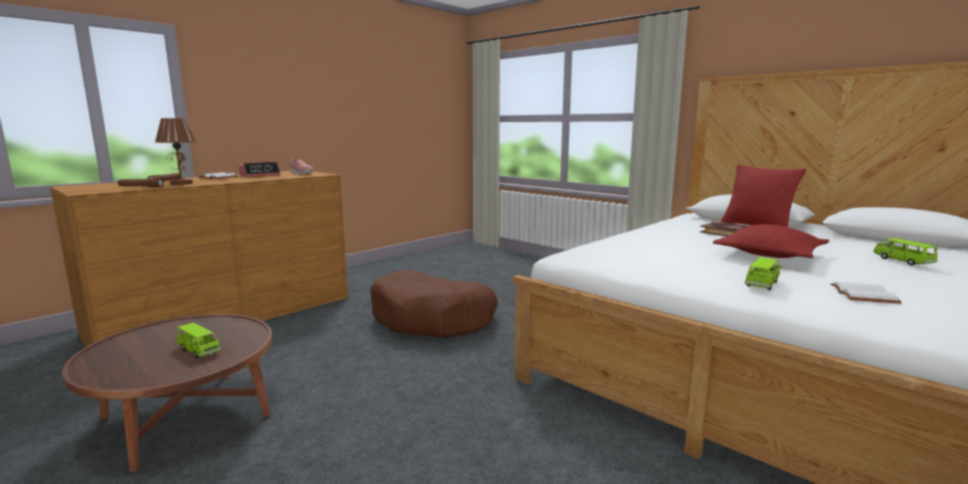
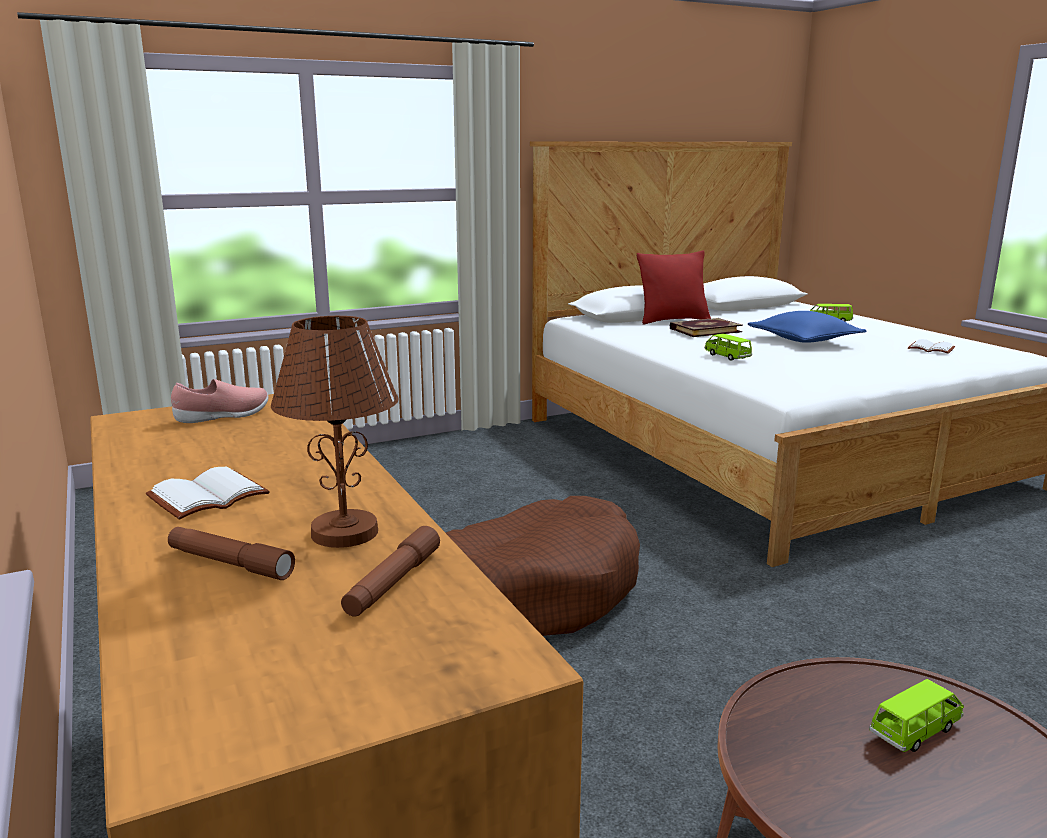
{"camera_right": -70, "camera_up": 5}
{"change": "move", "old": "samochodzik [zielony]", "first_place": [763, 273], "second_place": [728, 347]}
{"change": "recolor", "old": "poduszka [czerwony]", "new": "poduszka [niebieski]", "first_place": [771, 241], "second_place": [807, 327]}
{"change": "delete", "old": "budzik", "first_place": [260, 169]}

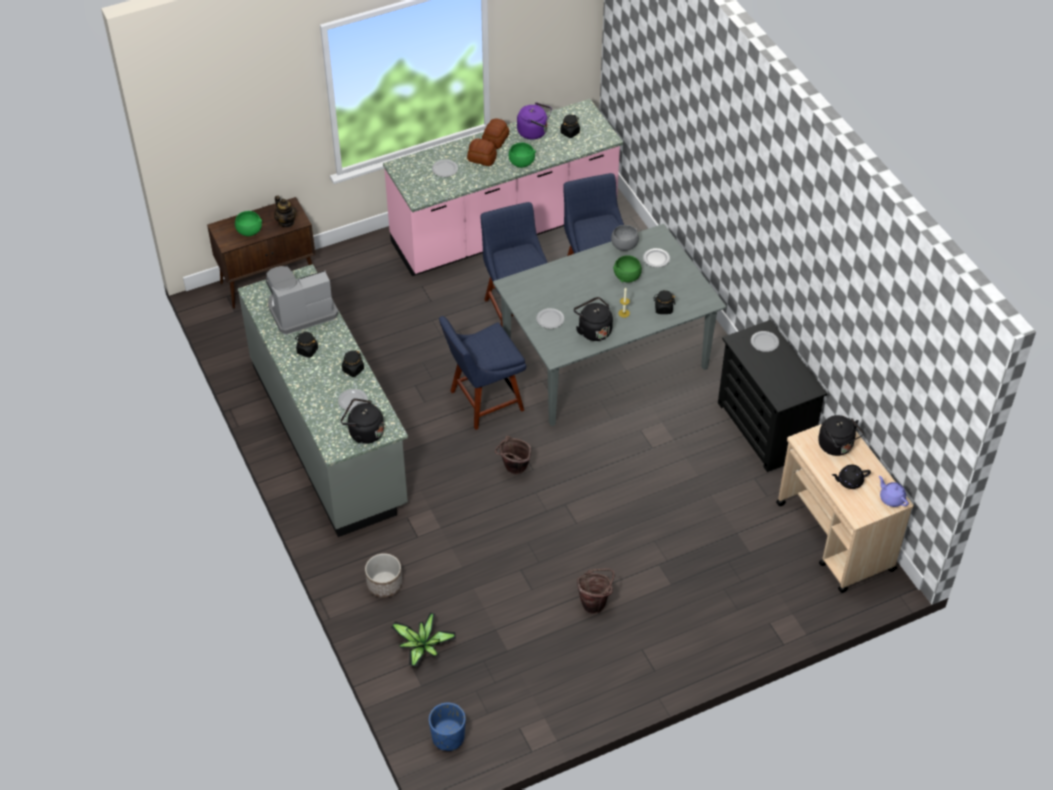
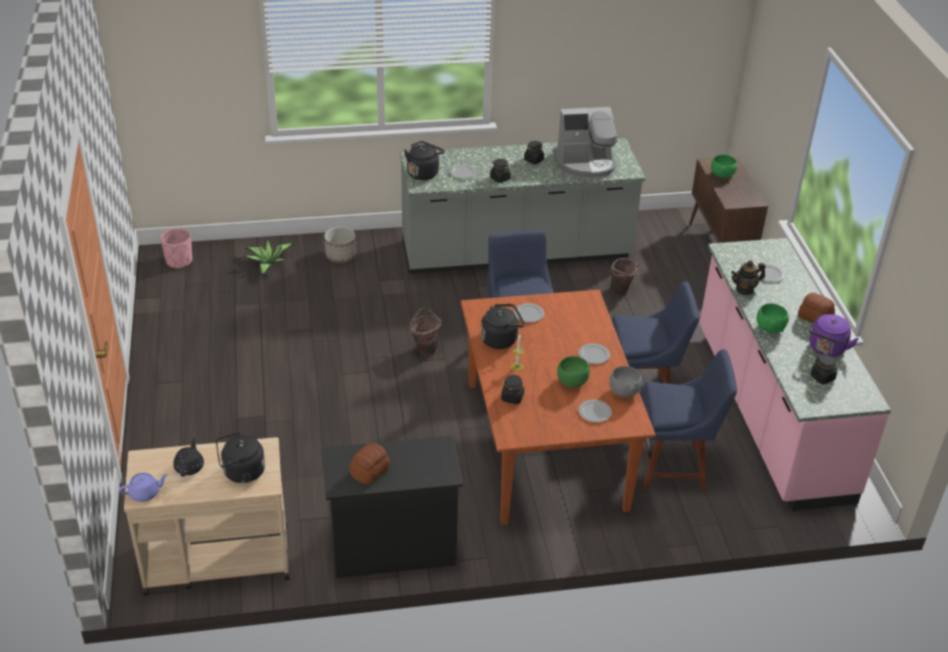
{"camera_right": 105, "camera_up": -10}
{"change": "recolor", "old": "donica [niebieski]", "new": "donica [różowy]", "first_place": [447, 727], "second_place": [176, 248]}
{"change": "move", "old": "chleb", "first_place": [482, 152], "second_place": [369, 464]}
{"change": "recolor", "old": "stół jadalny [szary]", "new": "stół jadalny [brązowy]", "first_place": [609, 325], "second_place": [558, 407]}
{"change": "rotate", "old": "ekspres do kawy", "first_place": [302, 300], "second_place": [585, 143], "degrees": 90}
{"change": "move", "old": "talerz", "first_place": [765, 341], "second_place": [594, 353]}
{"change": "move", "old": "wiadro [brązowy]", "first_place": [595, 591], "second_place": [624, 277]}
{"change": "move", "old": "imbryk", "first_place": [285, 211], "second_place": [748, 277]}

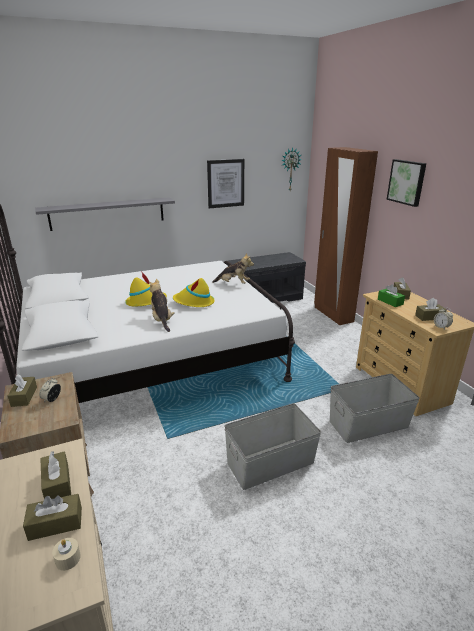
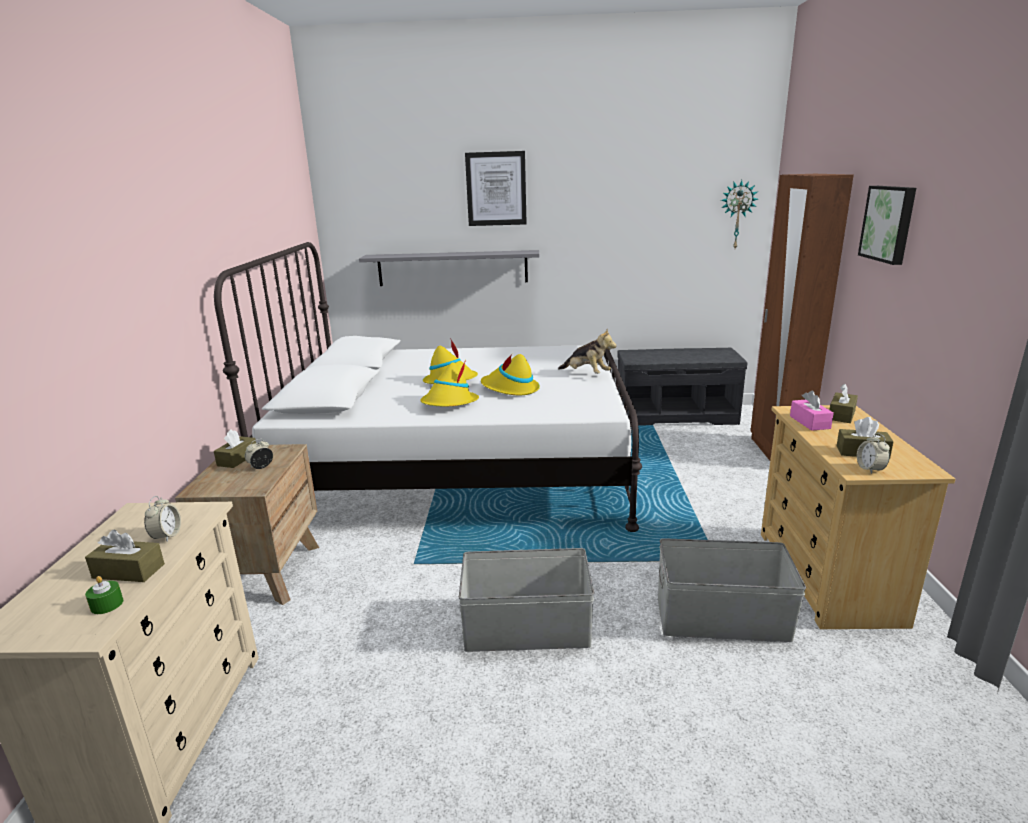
{"camera_right": 25, "camera_up": -5}
{"change": "recolor", "old": "świeca [beżowy]", "new": "świeca [zielony]", "first_place": [66, 554], "second_place": [104, 595]}
{"change": "replace", "old": "pudełko chusteczek [brązowy]", "new": "budzik", "first_place": [55, 475], "second_place": [162, 519]}
{"change": "replace", "old": "pluszak", "new": "kapelusz [żółty]", "first_place": [162, 305], "second_place": [449, 383]}
{"change": "move", "old": "obraz", "first_place": [225, 183], "second_place": [496, 188]}
{"change": "recolor", "old": "pudełko chusteczek [zielony]", "new": "pudełko chusteczek [różowy]", "first_place": [391, 295], "second_place": [812, 411]}

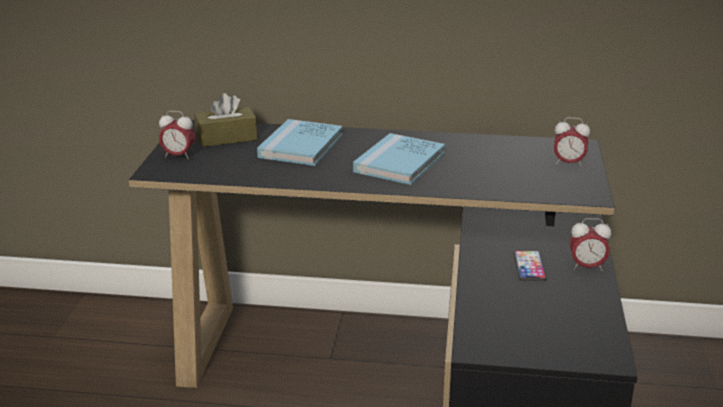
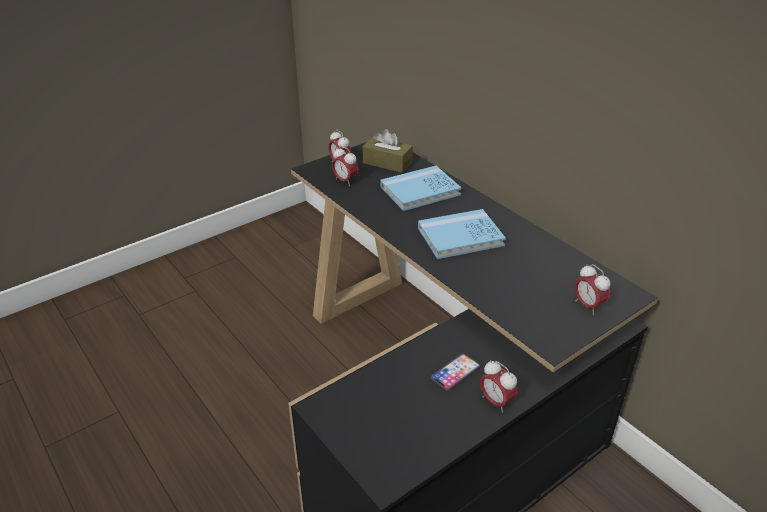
{"camera_right": 45, "camera_up": 10}
{"change": "insert", "new": "budzik", "second_place": [345, 166]}

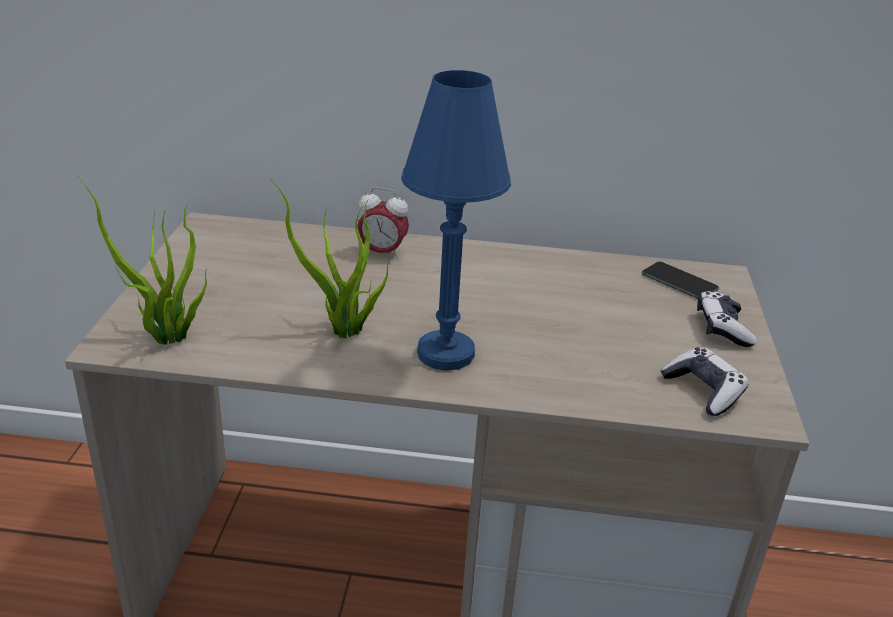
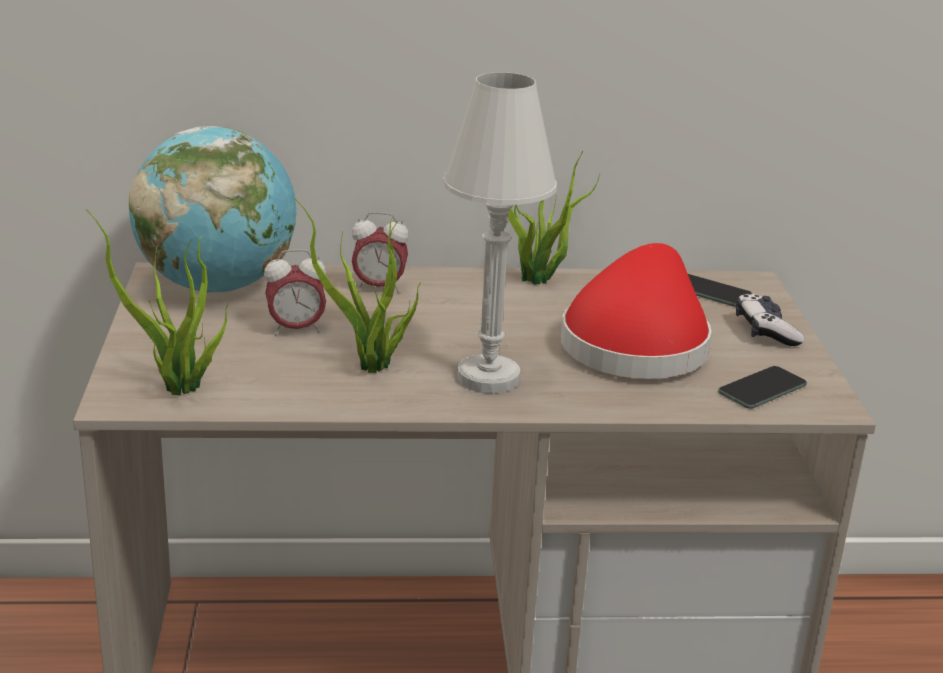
{"camera_right": -10, "camera_up": -5}
{"change": "insert", "new": "globus", "second_place": [212, 209]}
{"change": "insert", "new": "budzik", "second_place": [295, 292]}
{"change": "recolor", "old": "lampa stołowa [niebieski]", "new": "lampa stołowa [biały]", "first_place": [456, 220], "second_place": [500, 233]}
{"change": "insert", "new": "roślina doniczkowa", "second_place": [553, 212]}
{"change": "insert", "new": "kapelusz [czerwony]", "second_place": [636, 311]}
{"change": "replace", "old": "pad do gier", "new": "telefon", "first_place": [704, 381], "second_place": [762, 387]}

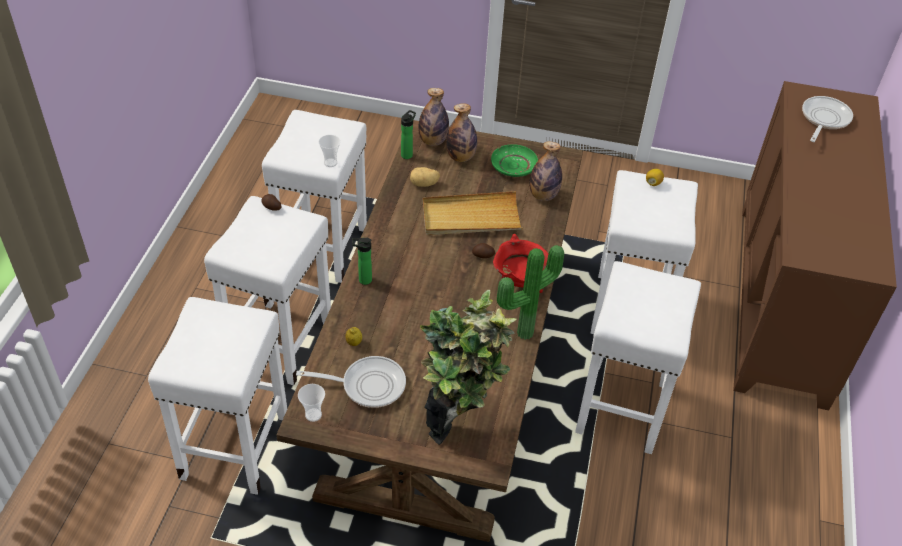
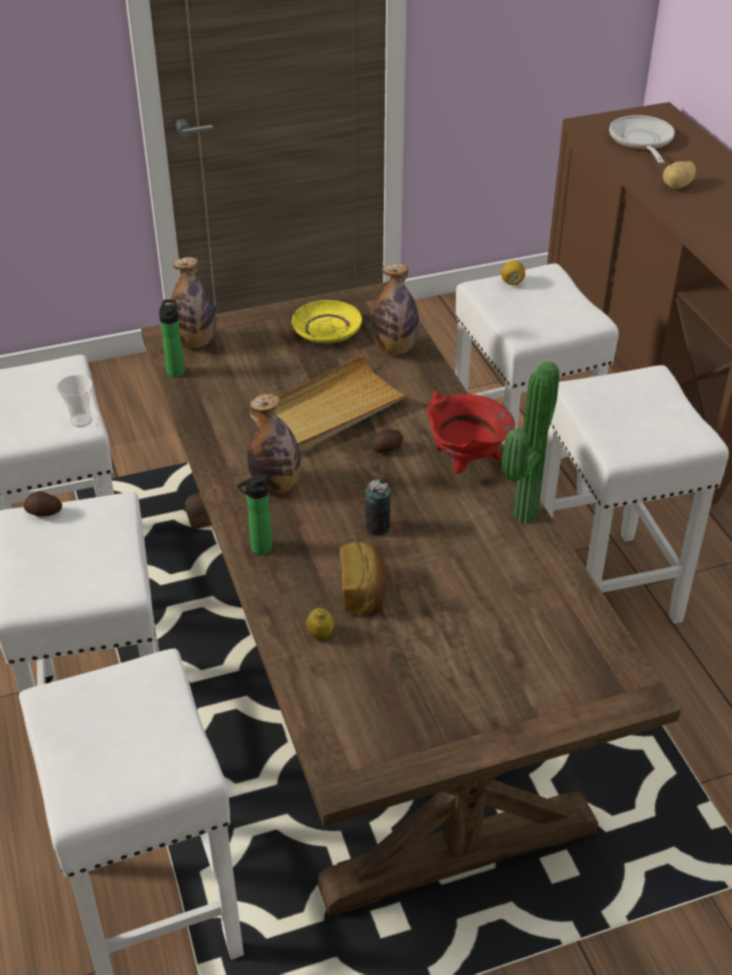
{"camera_right": -30, "camera_up": -5}
{"change": "move", "old": "butelka", "first_place": [461, 132], "second_place": [274, 444]}
{"change": "recolor", "old": "talerz [zielony]", "new": "talerz [żółty]", "first_place": [514, 160], "second_place": [327, 321]}
{"change": "insert", "new": "chleb", "second_place": [363, 578]}
{"change": "insert", "new": "puszka", "second_place": [378, 507]}
{"change": "move", "old": "ziemniak", "first_place": [425, 177], "second_place": [679, 175]}
{"change": "delete", "old": "patelnia", "first_place": [351, 382]}
{"change": "delete", "old": "filiżanka", "first_place": [311, 403]}
{"change": "delete", "old": "roślina doniczkowa", "first_place": [468, 367]}

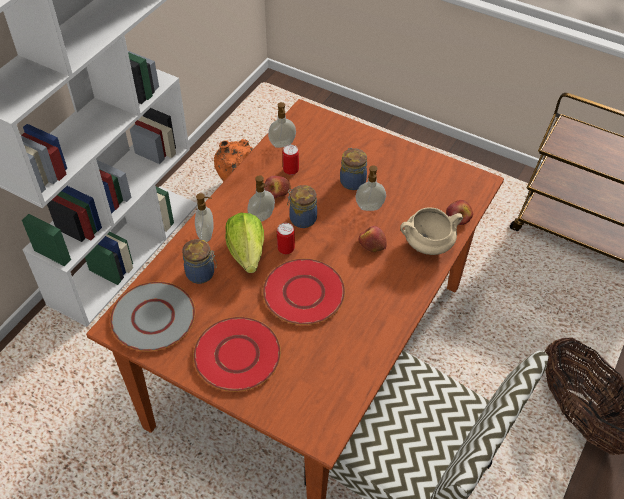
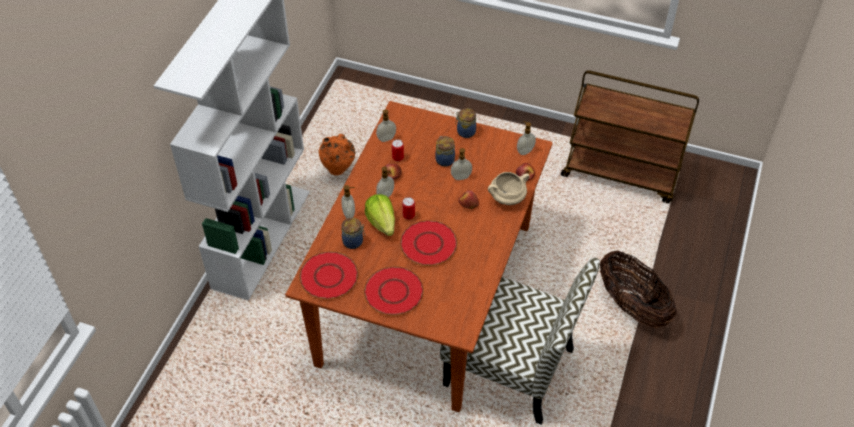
{"camera_right": -10, "camera_up": 0}
{"change": "recolor", "old": "talerz [szary]", "new": "talerz [czerwony]", "first_place": [152, 316], "second_place": [329, 275]}
{"change": "move", "old": "słoik", "first_place": [302, 206], "second_place": [465, 123]}
{"change": "insert", "new": "dozownik mydła", "second_place": [526, 138]}

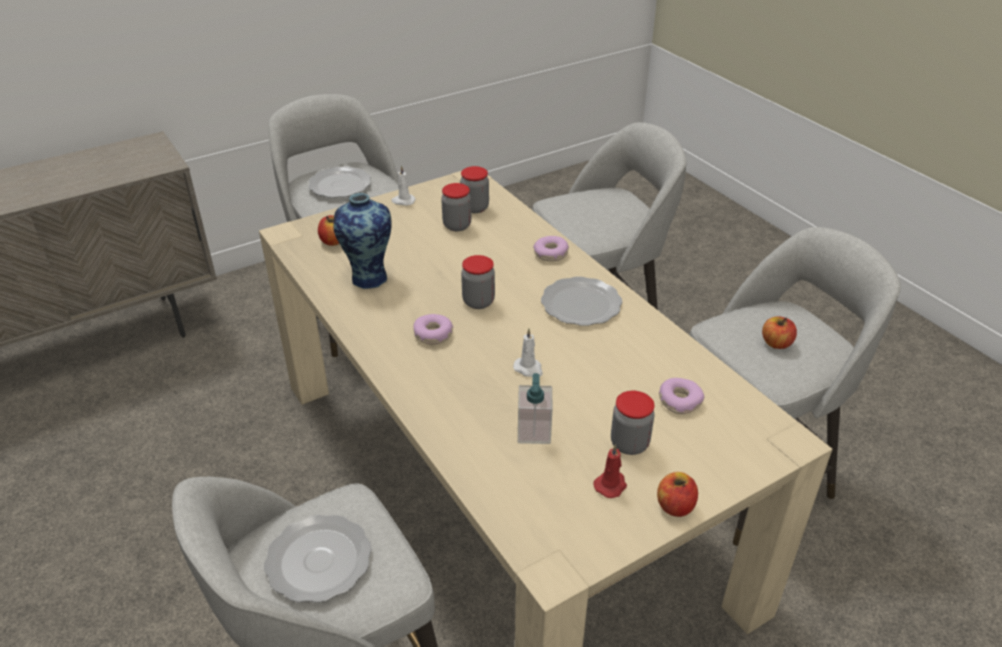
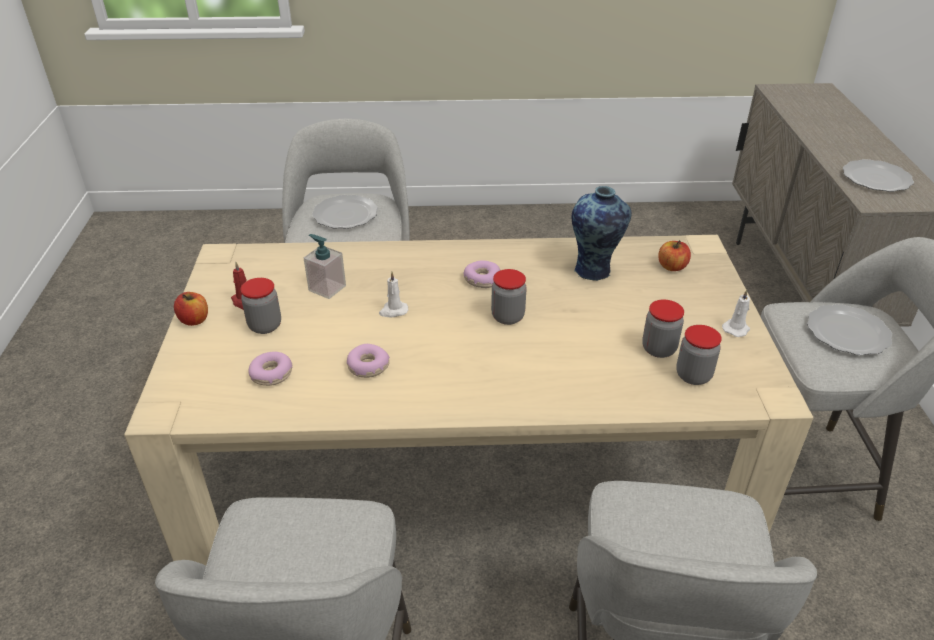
{"camera_right": 120, "camera_up": 0}
{"change": "move", "old": "donut", "first_place": [551, 248], "second_place": [368, 361]}
{"change": "move", "old": "talerz", "first_place": [581, 301], "second_place": [878, 175]}
{"change": "delete", "old": "jabłko", "first_place": [779, 333]}

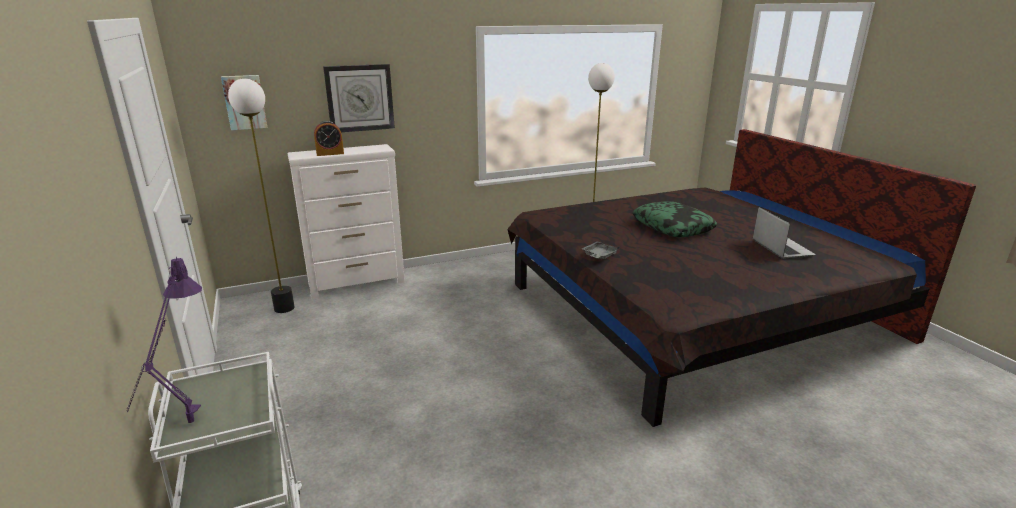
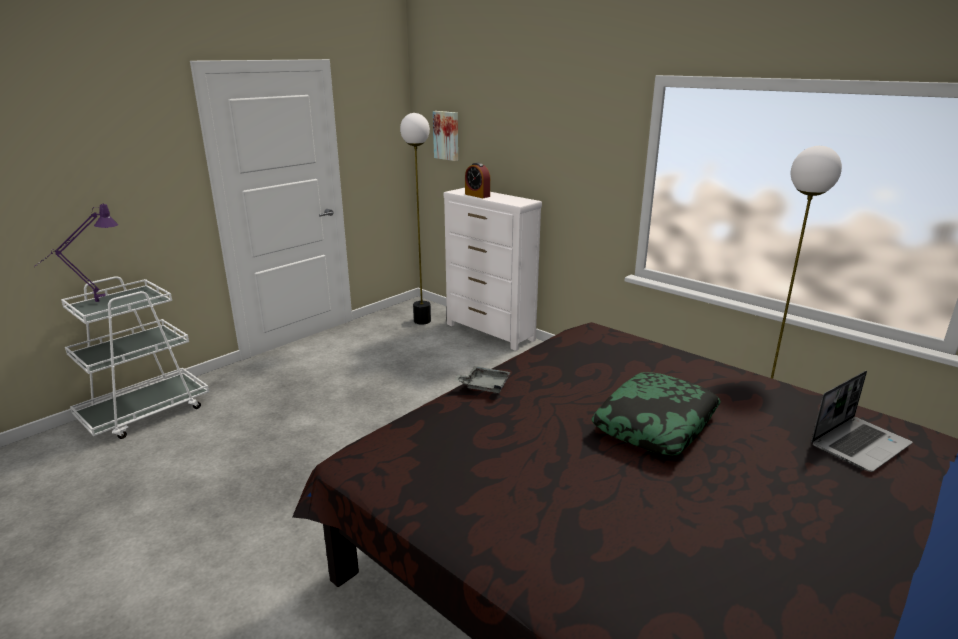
{"camera_right": 65, "camera_up": 0}
{"change": "move", "old": "laptop", "first_place": [784, 233], "second_place": [862, 421]}
{"change": "delete", "old": "zegar ścienny", "first_place": [359, 98]}

